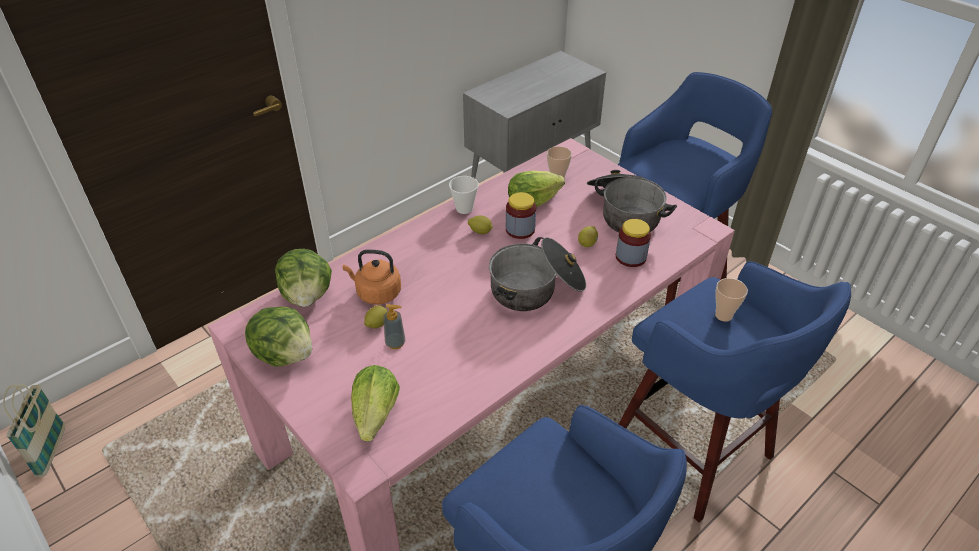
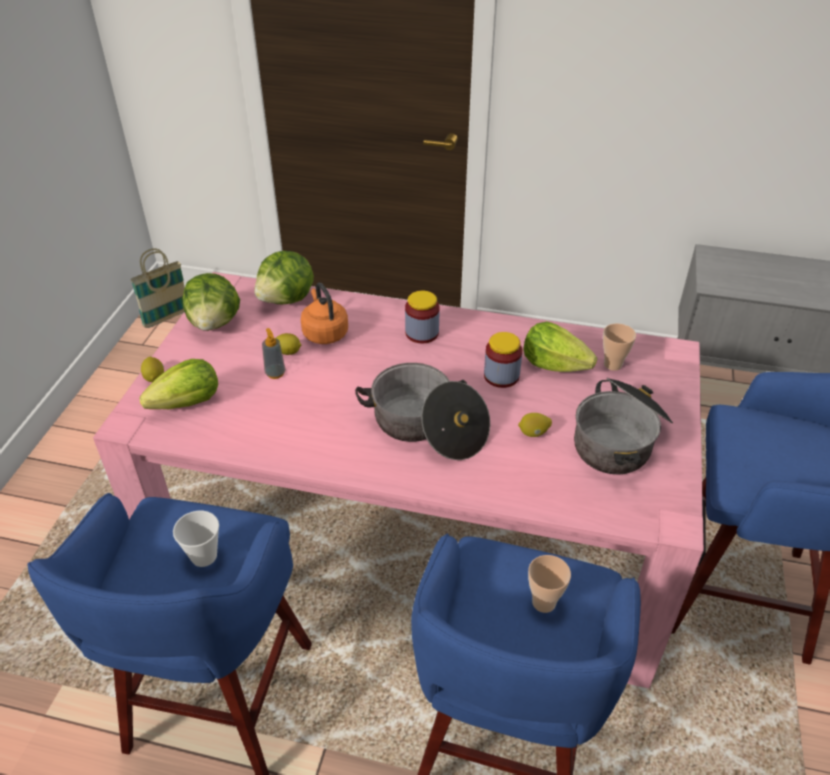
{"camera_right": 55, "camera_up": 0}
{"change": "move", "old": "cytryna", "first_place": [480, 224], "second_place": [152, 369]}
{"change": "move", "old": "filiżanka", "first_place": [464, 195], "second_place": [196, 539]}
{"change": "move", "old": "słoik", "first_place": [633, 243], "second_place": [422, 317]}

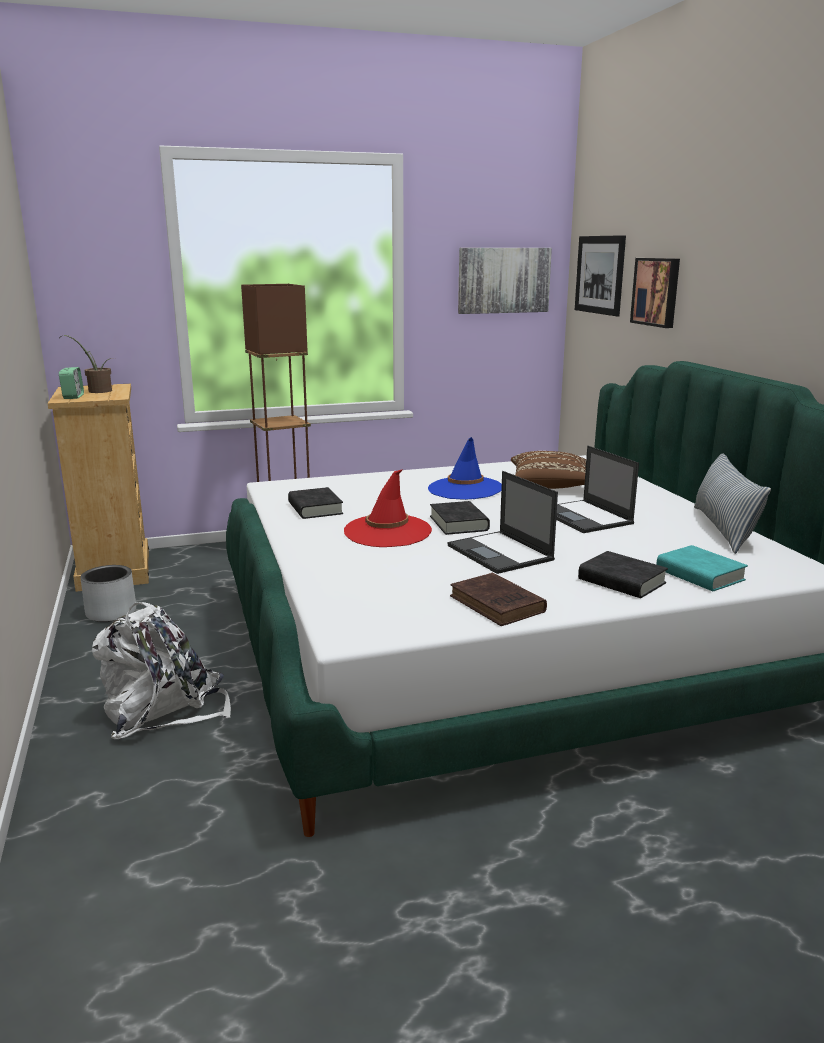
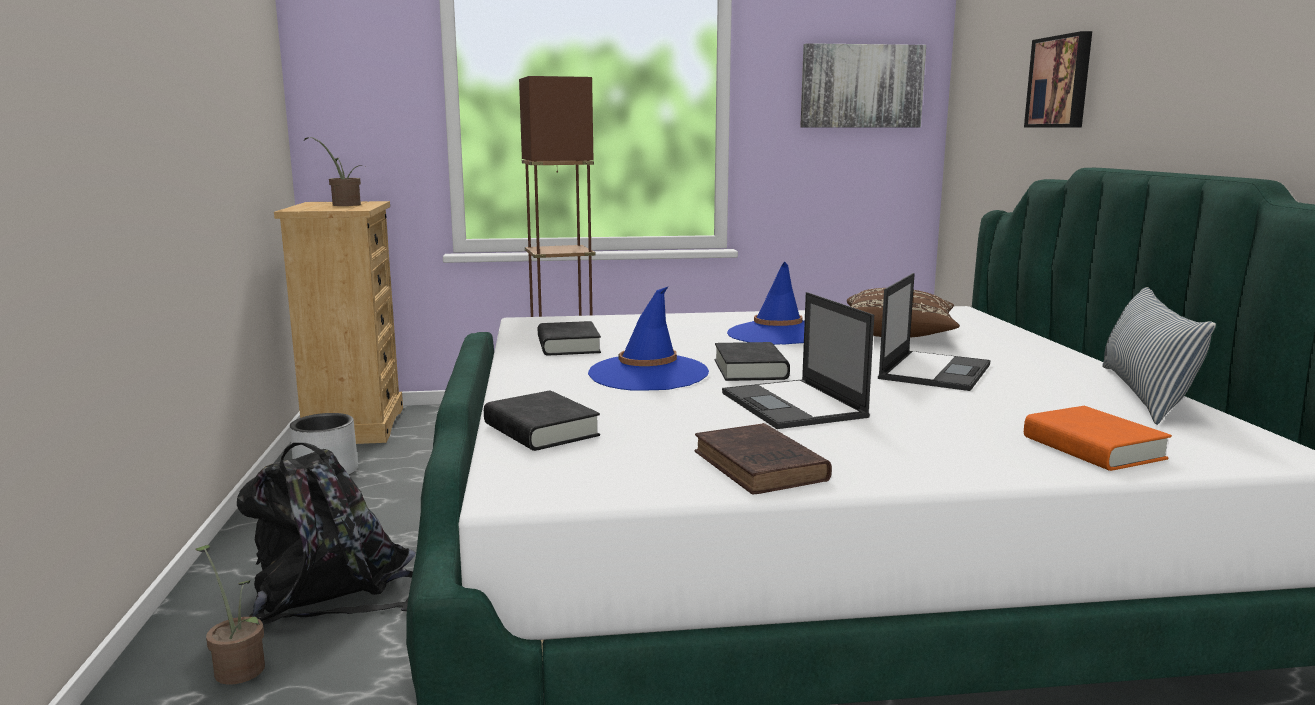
{"camera_right": 10, "camera_up": -5}
{"change": "insert", "new": "roślina doniczkowa", "second_place": [230, 615]}
{"change": "recolor", "old": "plecak [biały]", "new": "plecak [czarny]", "first_place": [161, 670], "second_place": [326, 533]}
{"change": "move", "old": "książka [czarny]", "first_place": [623, 574], "second_place": [542, 420]}
{"change": "recolor", "old": "kapelusz [czerwony]", "new": "kapelusz [niebieski]", "first_place": [388, 508], "second_place": [648, 338]}
{"change": "rotate", "old": "laptop", "first_place": [597, 489], "second_place": [934, 332], "degrees": -135}
{"change": "recolor", "old": "książka [turkusowy]", "new": "książka [pomarańczowy]", "first_place": [702, 568], "second_place": [1098, 438]}
{"change": "delete", "old": "budzik", "first_place": [71, 383]}
{"change": "delete", "old": "obraz", "first_place": [600, 275]}

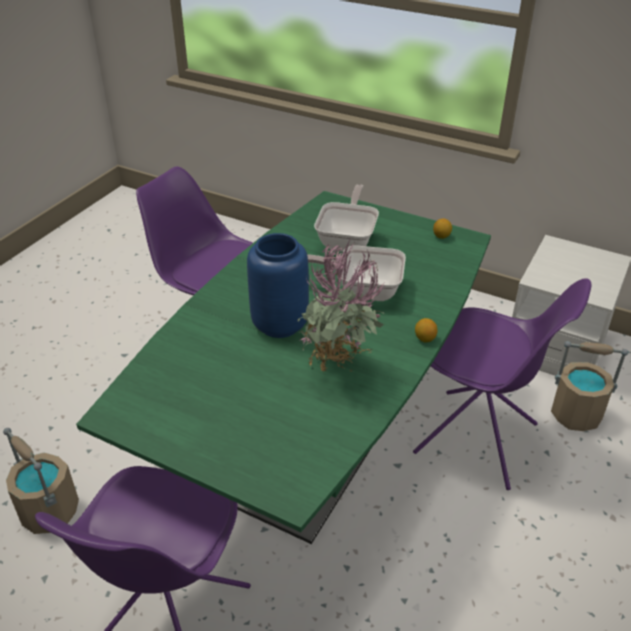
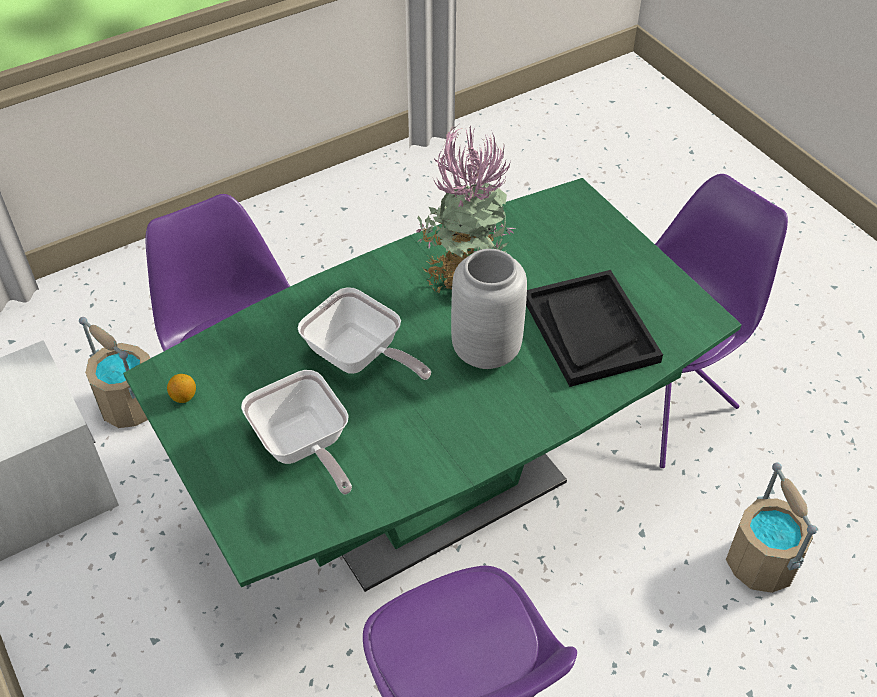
{"camera_right": -150, "camera_up": 10}
{"change": "rotate", "old": "patelnia", "first_place": [346, 217], "second_place": [296, 432], "degrees": -75}
{"change": "recolor", "old": "wazon [niebieski]", "new": "wazon [szary]", "first_place": [278, 285], "second_place": [489, 309]}
{"change": "insert", "new": "taca [czarny]", "second_place": [594, 328]}
{"change": "delete", "old": "cytryna", "first_place": [426, 330]}

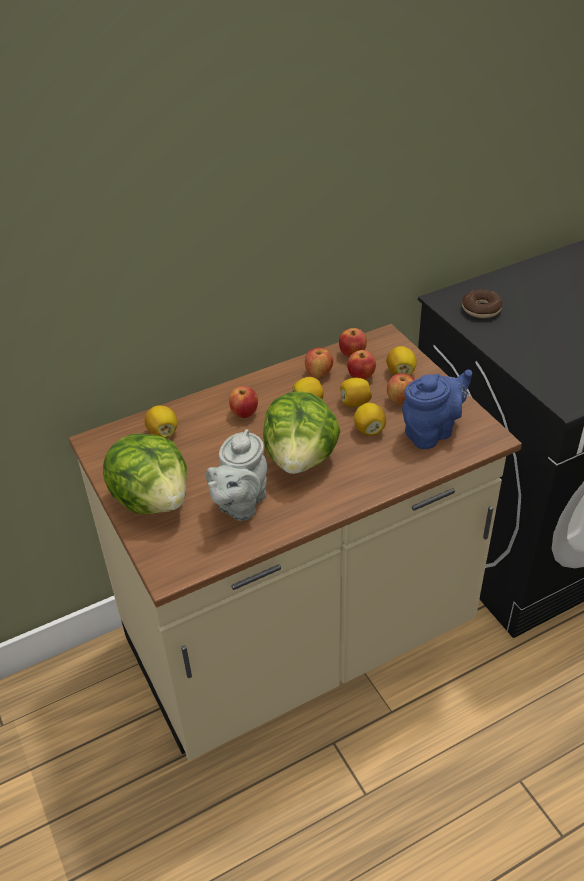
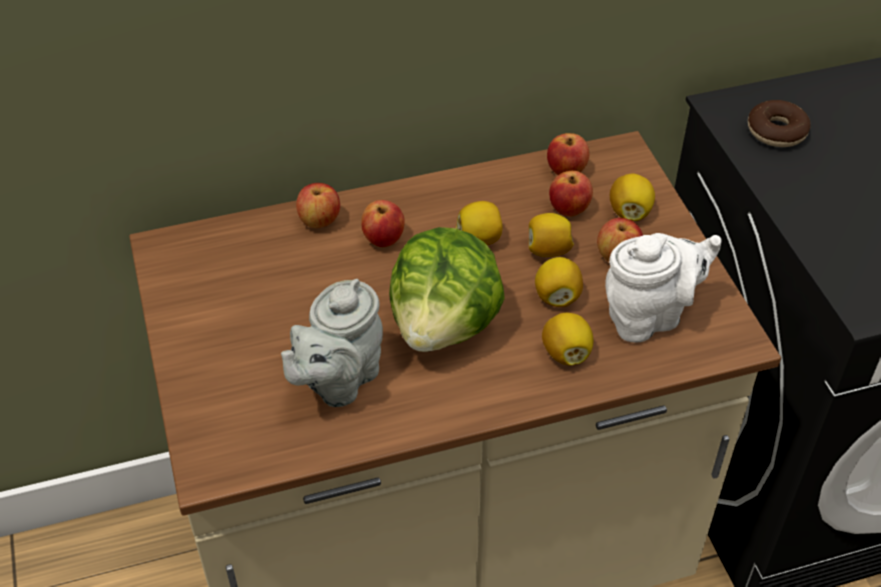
{"camera_right": 10, "camera_up": 5}
{"change": "move", "old": "jabłko", "first_place": [319, 363], "second_place": [318, 205]}
{"change": "move", "old": "cytryna", "first_place": [160, 421], "second_place": [567, 339]}
{"change": "recolor", "old": "imbryk [niebieski]", "new": "imbryk [biały]", "first_place": [437, 409], "second_place": [663, 288]}
{"change": "delete", "old": "sałata", "first_place": [145, 473]}

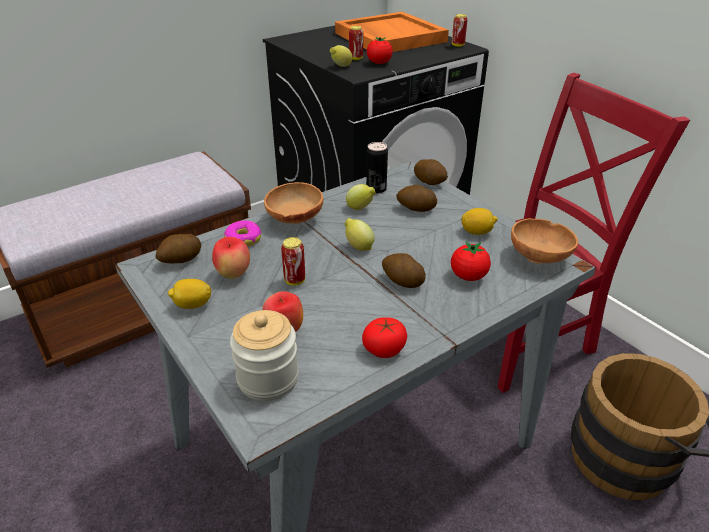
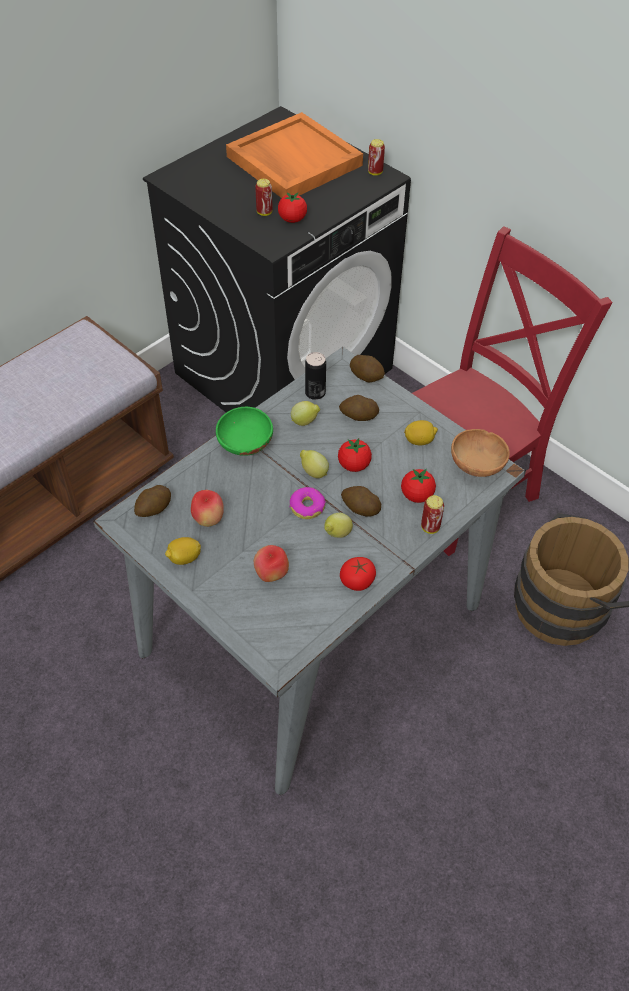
{"camera_right": -10, "camera_up": 15}
{"change": "recolor", "old": "miska [brązowy]", "new": "miska [zielony]", "first_place": [293, 203], "second_place": [244, 431]}
{"change": "move", "old": "donut", "first_place": [242, 233], "second_place": [308, 503]}
{"change": "move", "old": "cytryna", "first_place": [341, 56], "second_place": [338, 525]}
{"change": "insert", "new": "pomidor", "second_place": [355, 455]}
{"change": "move", "old": "puszka", "first_place": [293, 261], "second_place": [432, 514]}
{"change": "delete", "old": "słoik", "first_place": [264, 355]}

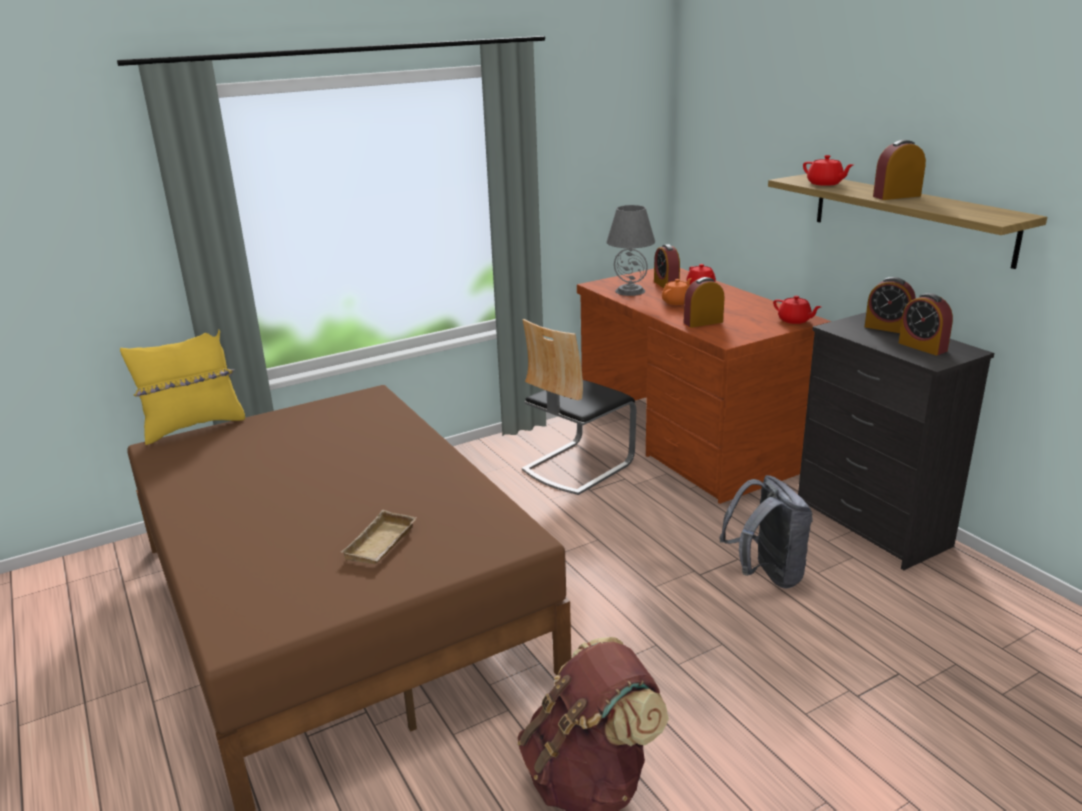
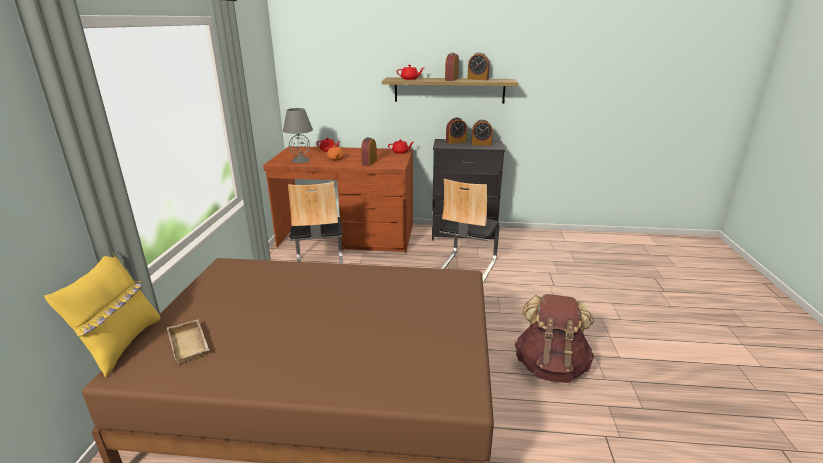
{"camera_right": -55, "camera_up": 0}
{"change": "move", "old": "taca [beżowy]", "first_place": [379, 537], "second_place": [188, 342]}
{"change": "replace", "old": "plecak [szary]", "new": "krzesło", "first_place": [766, 532], "second_place": [469, 231]}
{"change": "move", "old": "budzik", "first_place": [667, 266], "second_place": [478, 66]}

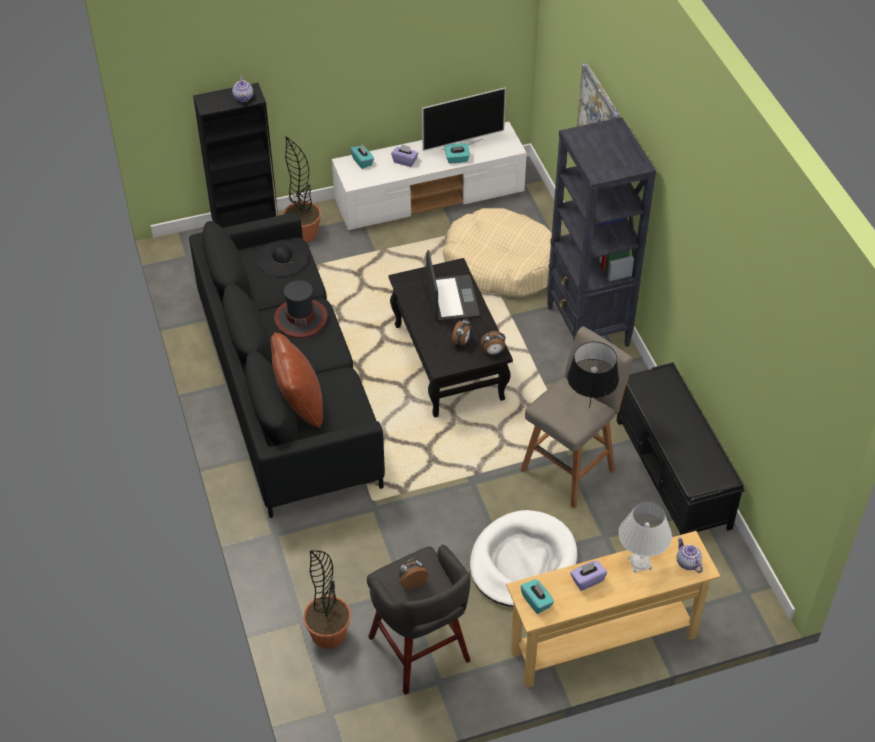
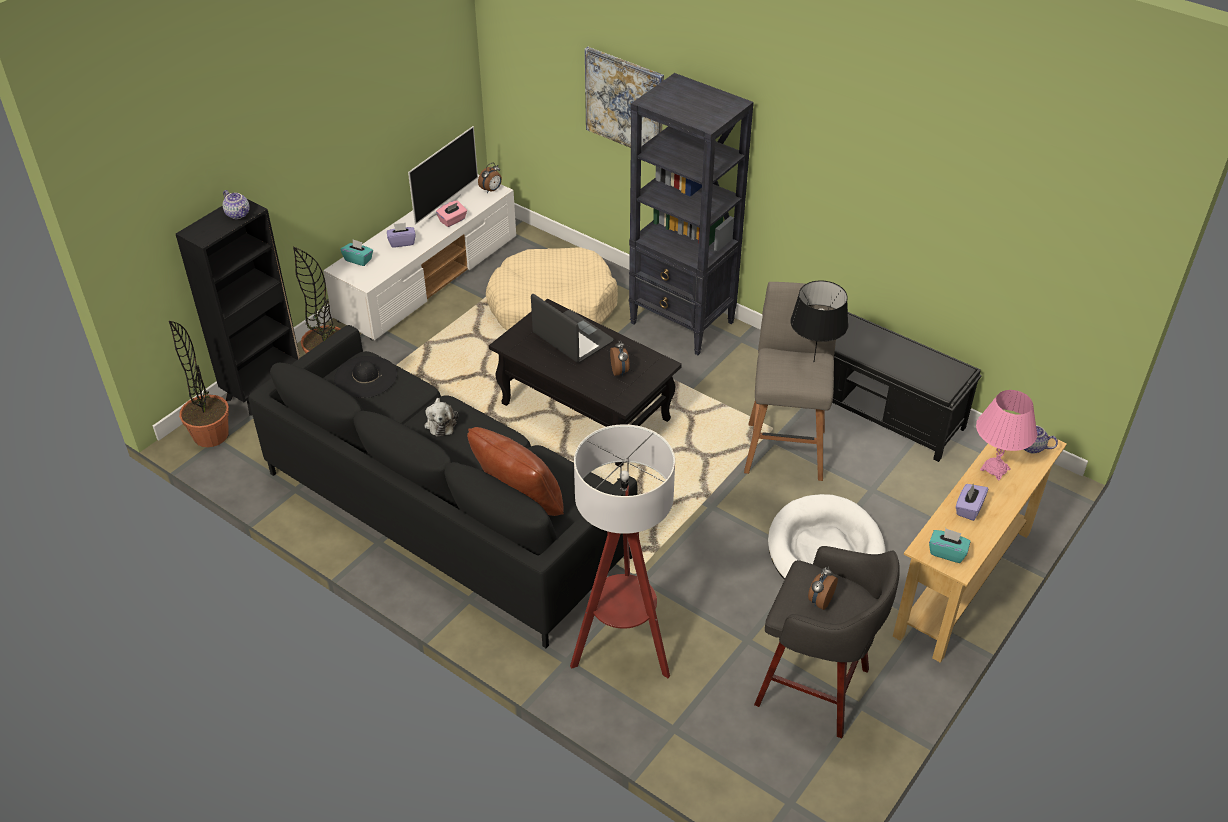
{"camera_right": -35, "camera_up": -5}
{"change": "move", "old": "roślina doniczkowa", "first_place": [327, 599], "second_place": [199, 384]}
{"change": "replace", "old": "kapelusz", "new": "pluszak", "first_place": [301, 309], "second_place": [441, 417]}
{"change": "recolor", "old": "pudełko chusteczek [turkusowy]", "new": "pudełko chusteczek [różowy]", "first_place": [457, 153], "second_place": [451, 213]}
{"change": "move", "old": "budzik", "first_place": [492, 343], "second_place": [490, 178]}
{"change": "insert", "new": "lampa stojąca", "second_place": [622, 551]}
{"change": "recolor", "old": "lampa stołowa [biały]", "new": "lampa stołowa [różowy]", "first_place": [645, 537], "second_place": [1006, 435]}

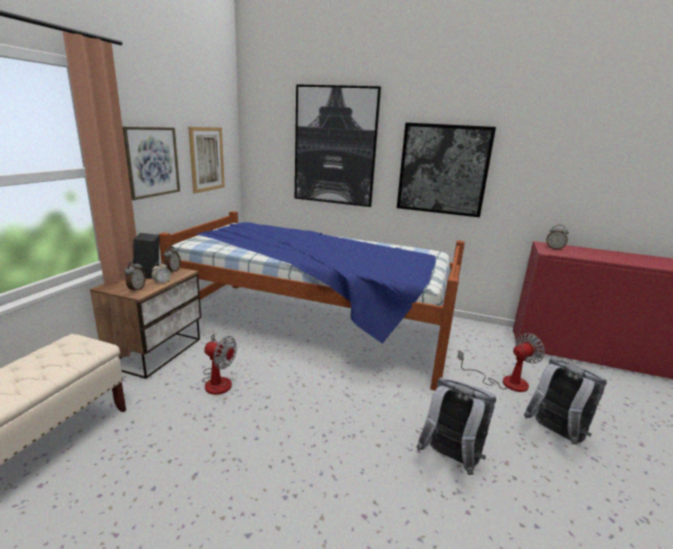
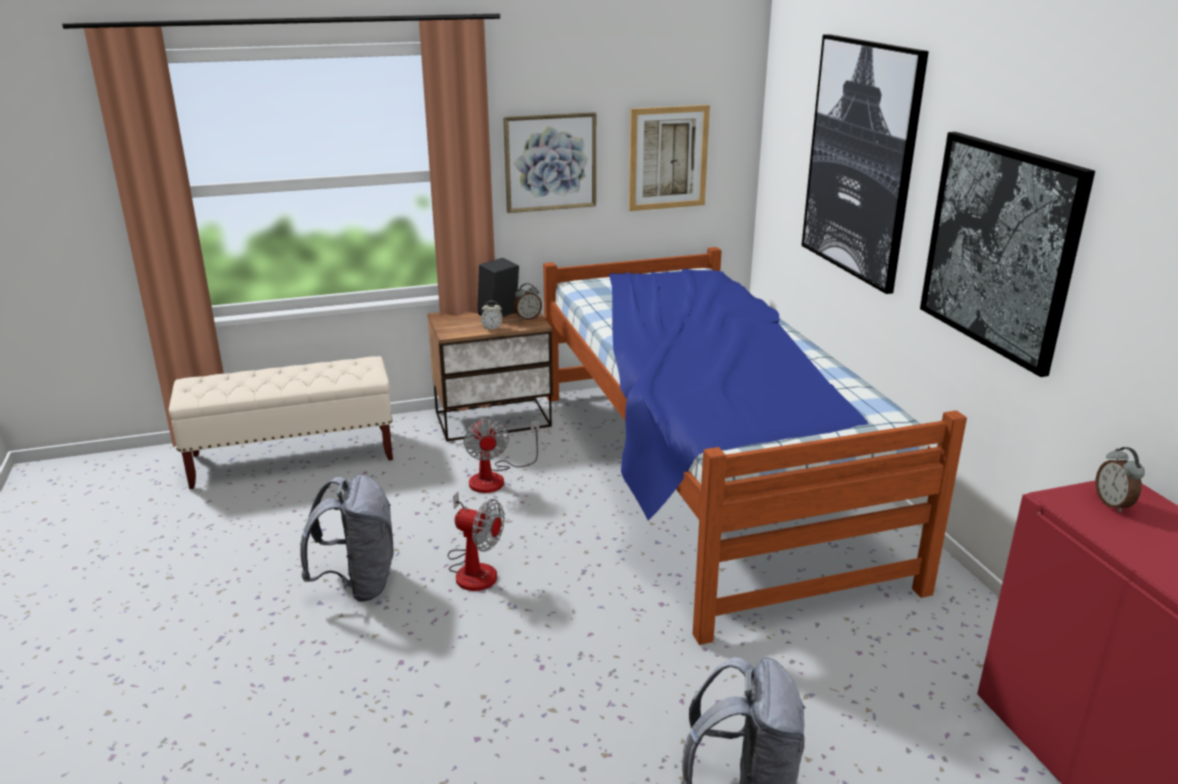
{"camera_right": 55, "camera_up": 5}
{"change": "move", "old": "plecak [szary]", "first_place": [456, 426], "second_place": [347, 538]}
{"change": "move", "old": "wentylator", "first_place": [501, 362], "second_place": [476, 541]}
{"change": "delete", "old": "budzik", "first_place": [135, 276]}

